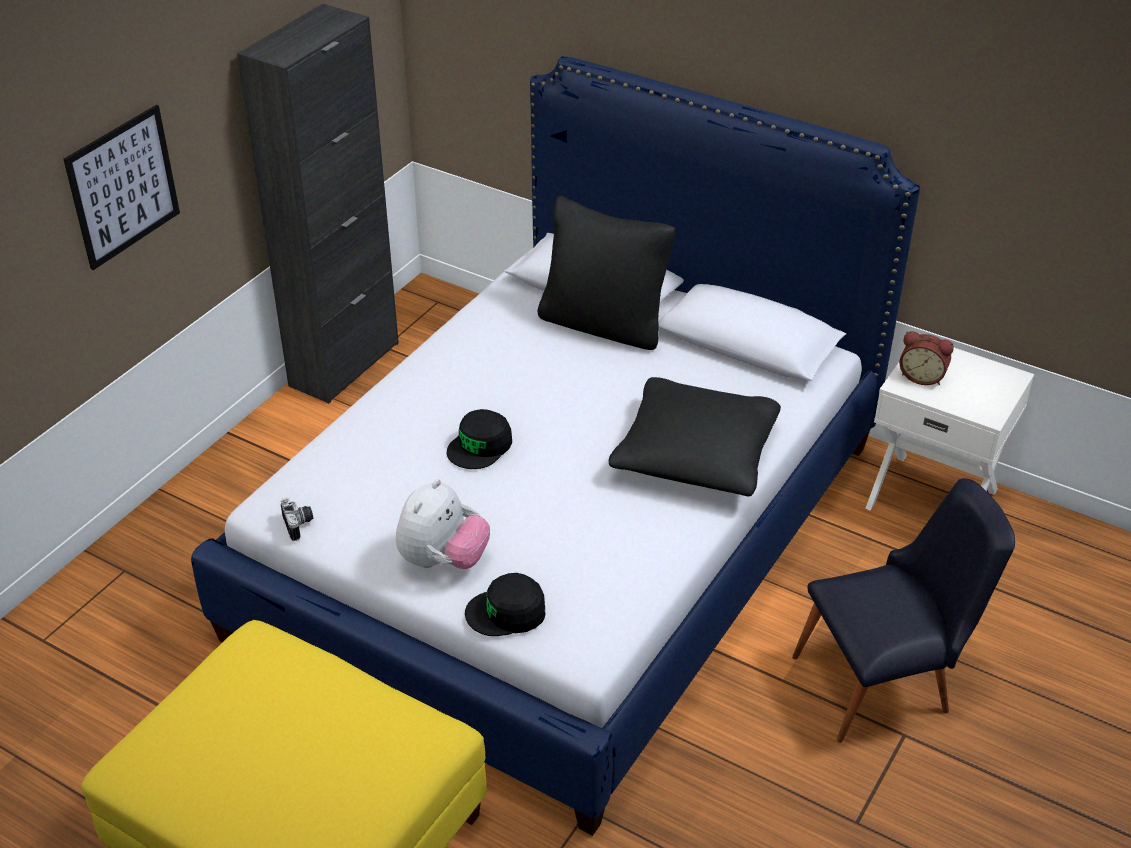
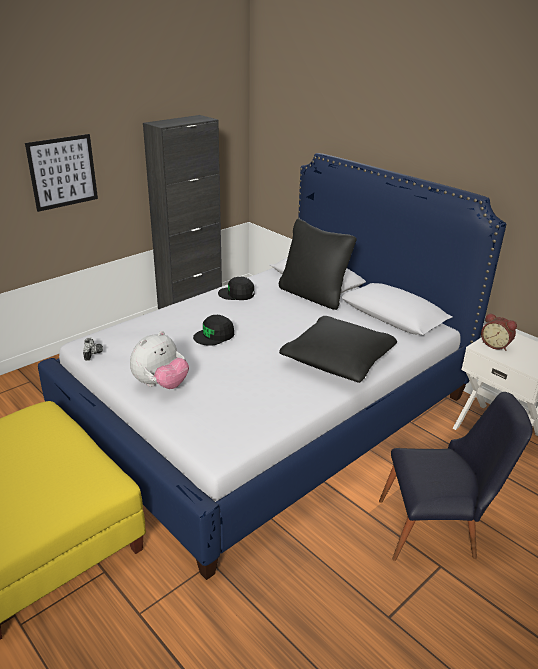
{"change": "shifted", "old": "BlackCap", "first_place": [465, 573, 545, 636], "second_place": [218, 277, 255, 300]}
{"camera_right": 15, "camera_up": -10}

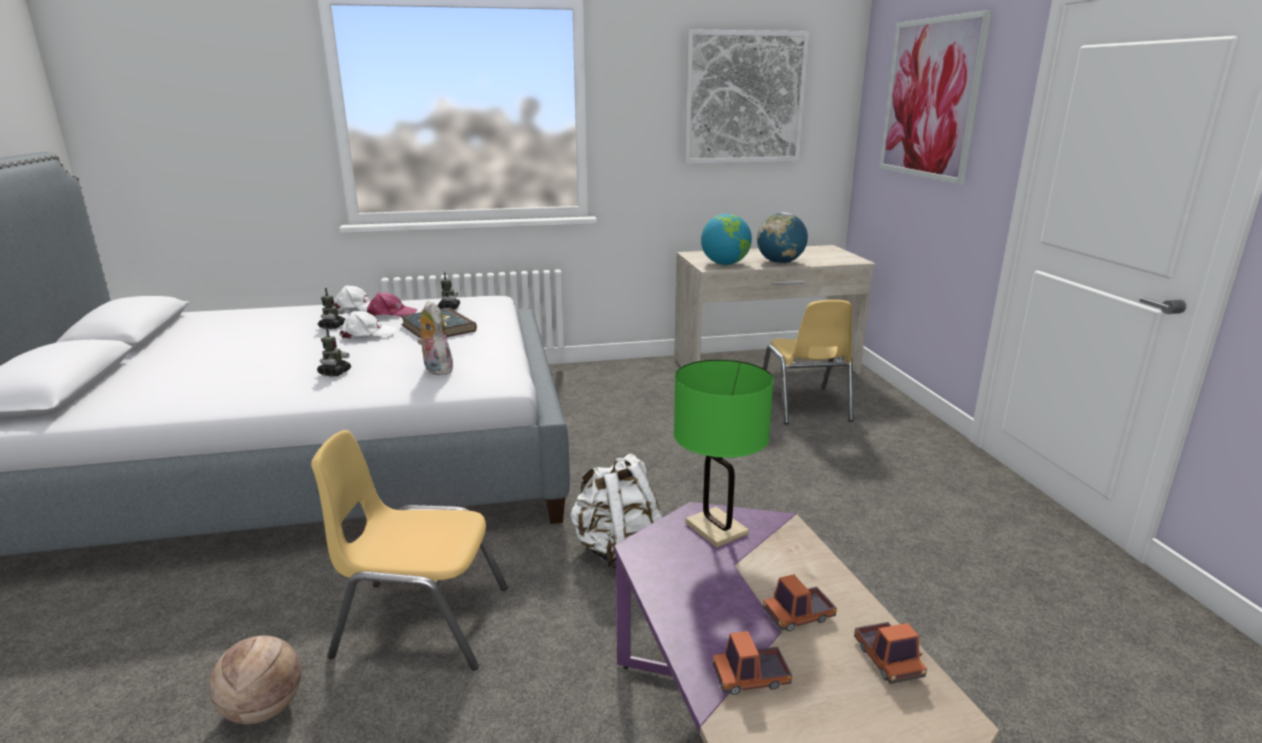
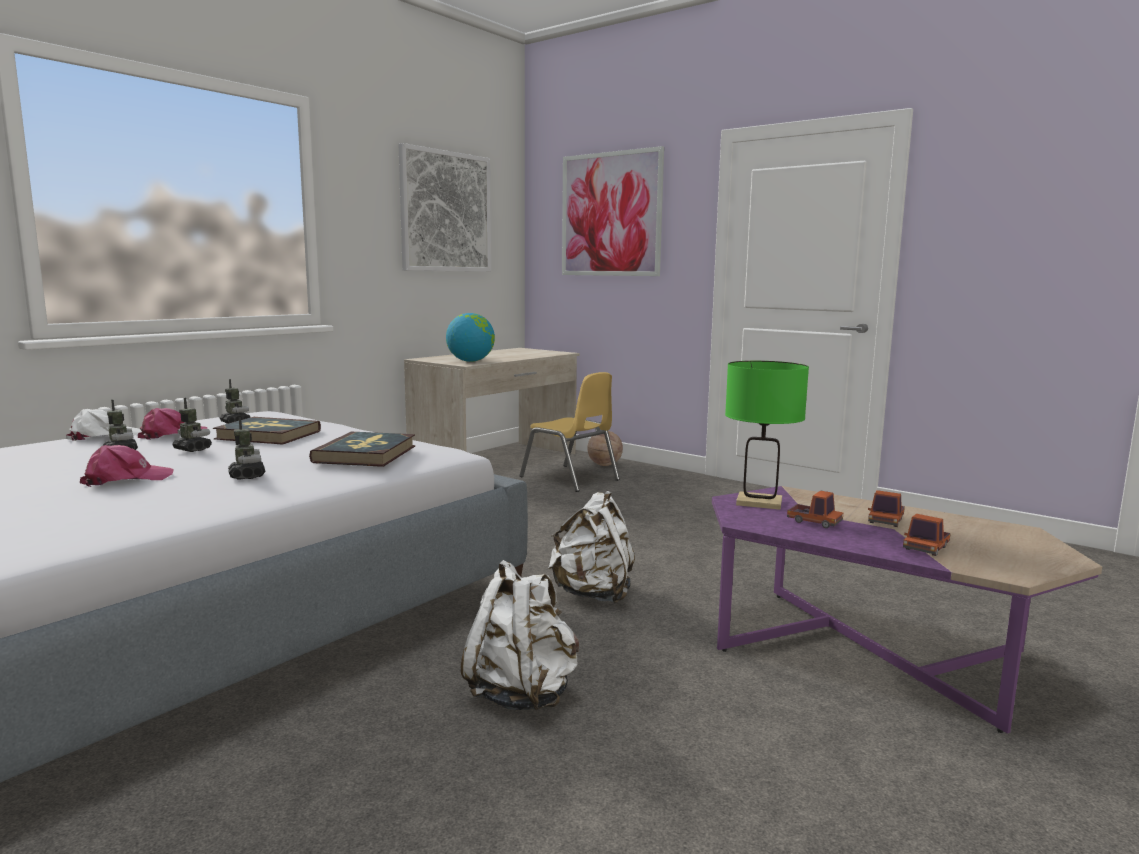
{"change": "new", "new": "PinkCap", "second_place": [80, 445, 174, 487]}
{"change": "swapped", "old": "WhiteCap", "new": "ToyRobot", "first_place": [339, 311, 396, 339], "second_place": [172, 398, 212, 452]}
{"change": "swapped", "old": "PlushToy", "new": "Book", "first_place": [417, 301, 453, 375], "second_place": [309, 432, 415, 467]}
{"change": "swapped", "old": "YellowChair", "new": "WhiteBackpack", "first_place": [311, 430, 508, 671], "second_place": [461, 560, 579, 711]}
{"change": "shifted", "old": "Basketball", "first_place": [209, 635, 301, 724], "second_place": [587, 431, 623, 466]}
{"change": "shifted", "old": "ToyTruck", "first_place": [854, 622, 927, 684], "second_place": [787, 491, 843, 528]}
{"change": "gone", "old": "Globe", "first_place": [757, 212, 808, 263]}
{"camera_right": -40, "camera_up": -10}

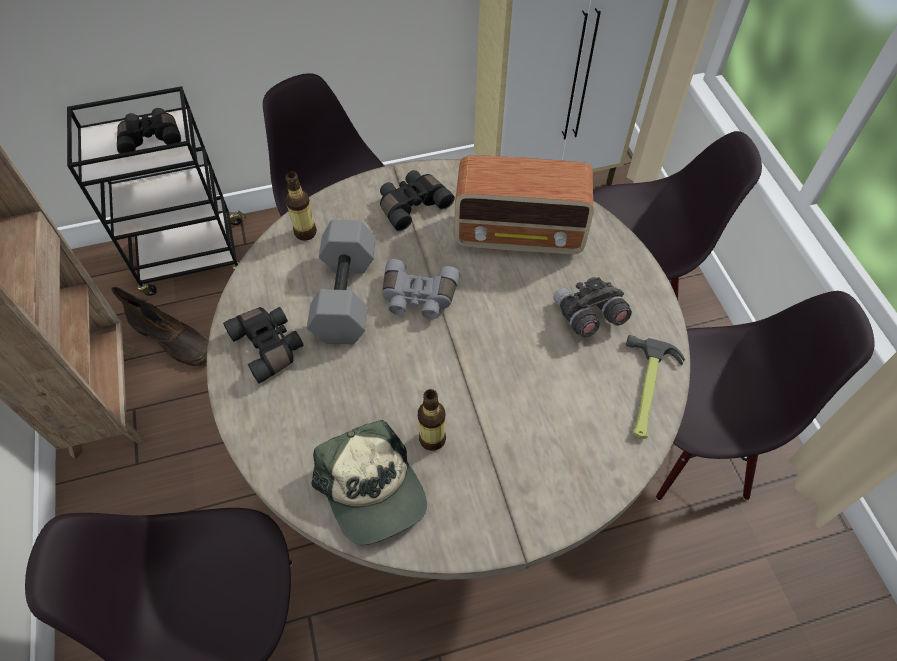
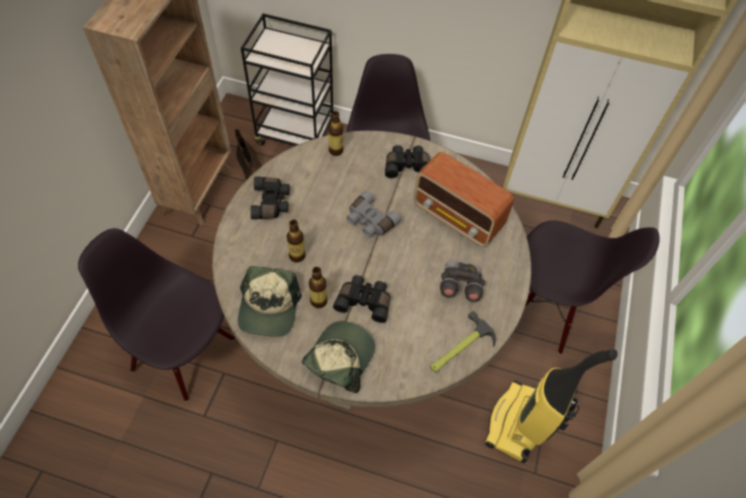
{"change": "new", "new": "Bottle", "second_place": [287, 220, 305, 263]}
{"change": "new", "new": "Cap", "second_place": [301, 321, 375, 393]}
{"change": "shifted", "old": "BlackBinoculars", "first_place": [117, 108, 181, 153], "second_place": [333, 275, 390, 323]}
{"change": "swapped", "old": "BlackChair", "new": "VacuumCleaner", "first_place": [656, 291, 875, 501], "second_place": [485, 349, 618, 463]}
{"change": "gone", "old": "GreyDumbbell", "first_place": [307, 220, 376, 344]}
{"camera_right": 30, "camera_up": 0}

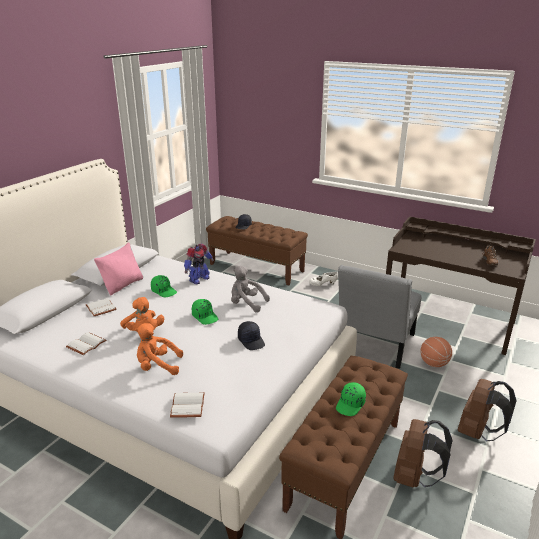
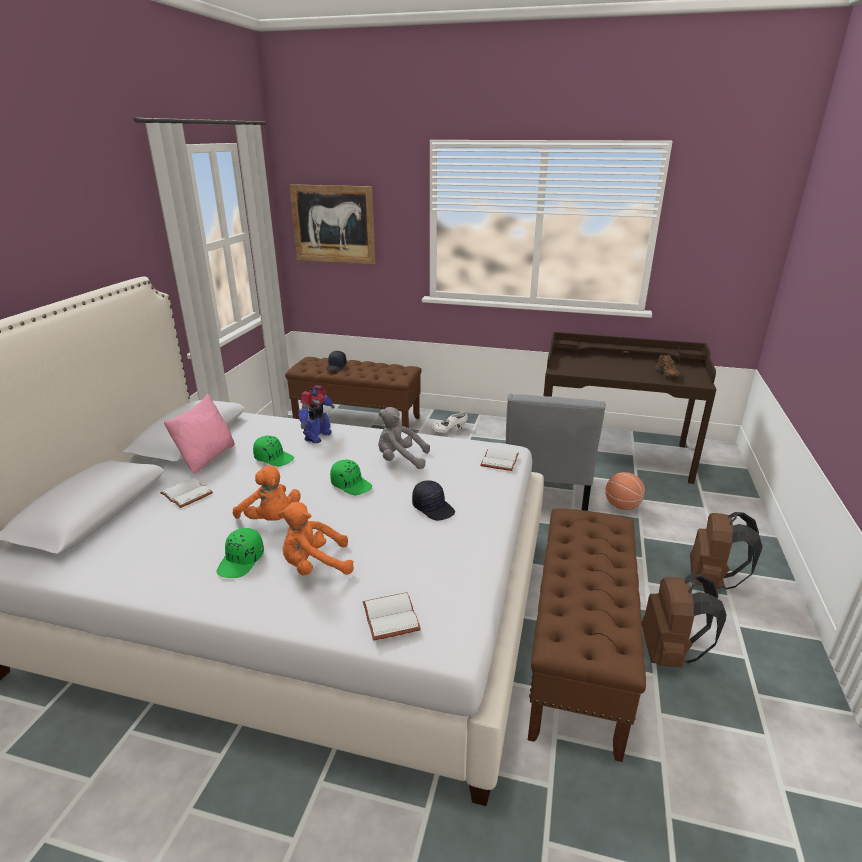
{"change": "shifted", "old": "GreenCap", "first_place": [336, 382, 366, 416], "second_place": [216, 528, 264, 578]}
{"change": "new", "new": "Picture", "second_place": [289, 184, 376, 264]}
{"change": "shifted", "old": "WhiteBook", "first_place": [66, 332, 107, 355], "second_place": [480, 448, 519, 471]}
{"camera_right": -15, "camera_up": 0}

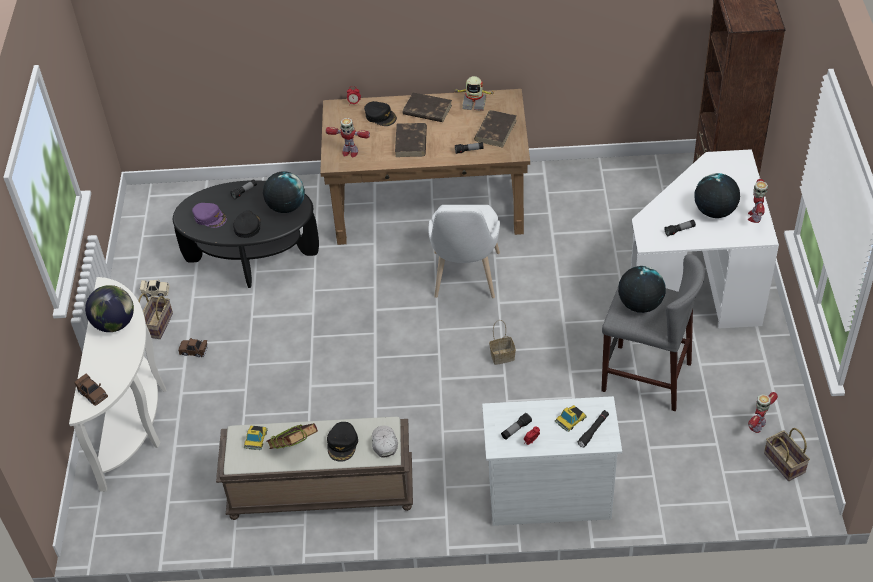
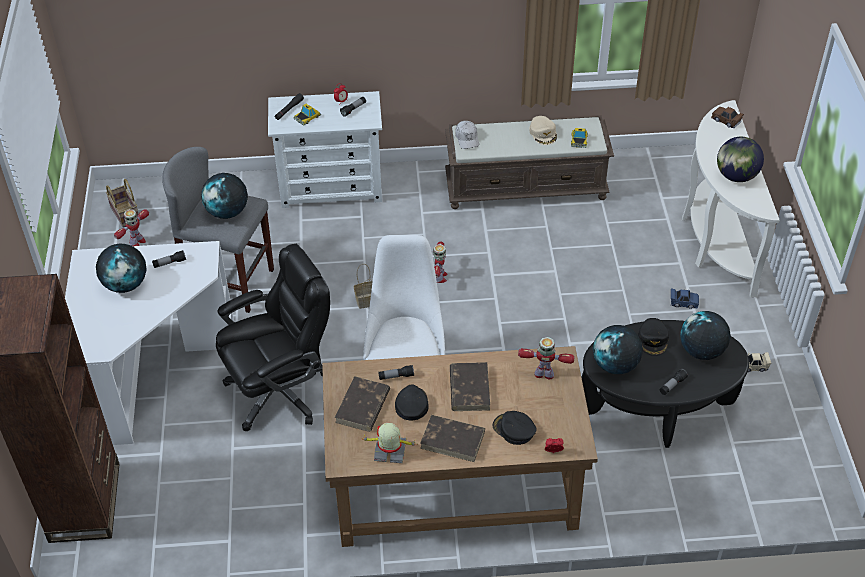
{"change": "new", "new": "BlackOfficeChair", "second_place": [216, 243, 330, 431]}
{"change": "shifted", "old": "BlackCap", "first_place": [327, 422, 358, 462], "second_place": [395, 385, 429, 421]}
{"change": "shifted", "old": "ToyRobot", "first_place": [748, 179, 768, 223], "second_place": [433, 242, 448, 283]}
{"change": "swapped", "old": "Book", "new": "BeigeCap", "first_place": [266, 423, 318, 449], "second_place": [529, 116, 557, 145]}
{"change": "repainted", "old": "BrownToyCar", "new": "BlueToyCar", "first_place": [178, 338, 208, 357], "second_place": [671, 289, 699, 309]}
{"change": "swapped", "old": "PurpleCap", "new": "Globe", "first_place": [192, 203, 227, 228], "second_place": [680, 311, 731, 360]}
{"change": "gone", "old": "Basket", "first_place": [138, 293, 173, 339]}
{"camera_right": 175, "camera_up": 0}

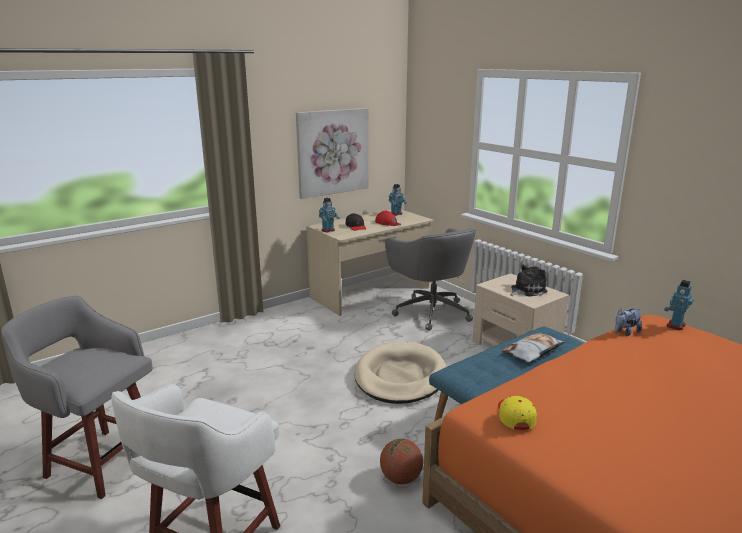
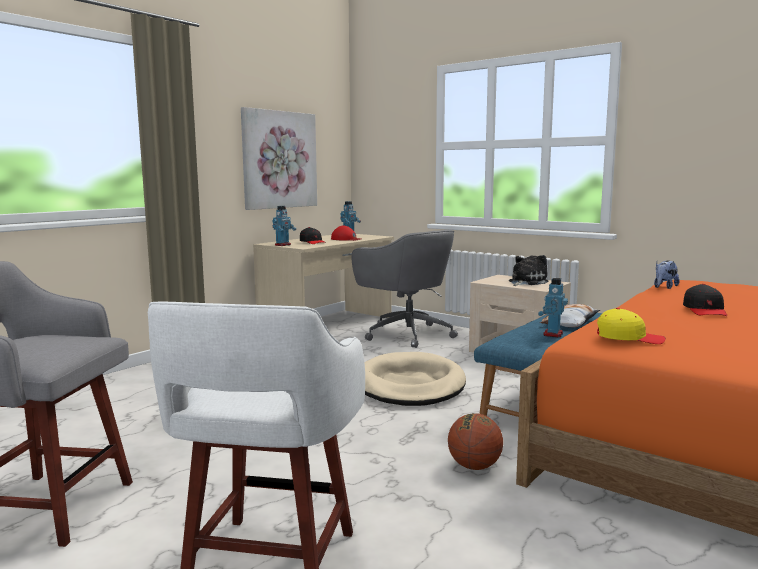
{"change": "shifted", "old": "ToyRobot", "first_place": [664, 280, 694, 330], "second_place": [538, 278, 568, 338]}
{"change": "rotated", "old": "YellowCap", "first_place": [498, 396, 537, 430], "second_place": [597, 308, 666, 344], "degrees": 120}
{"change": "new", "new": "BlackCap", "second_place": [683, 284, 727, 316]}
{"camera_right": -15, "camera_up": -10}

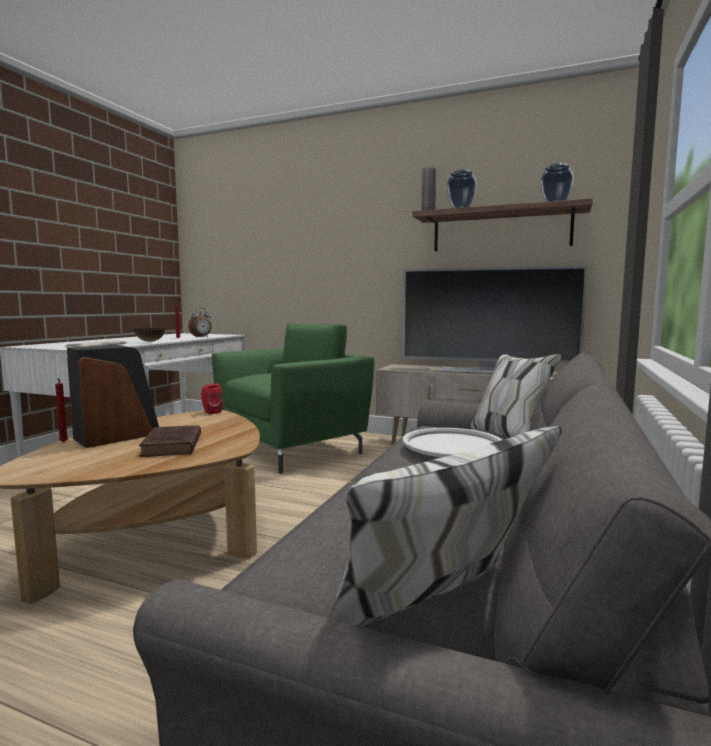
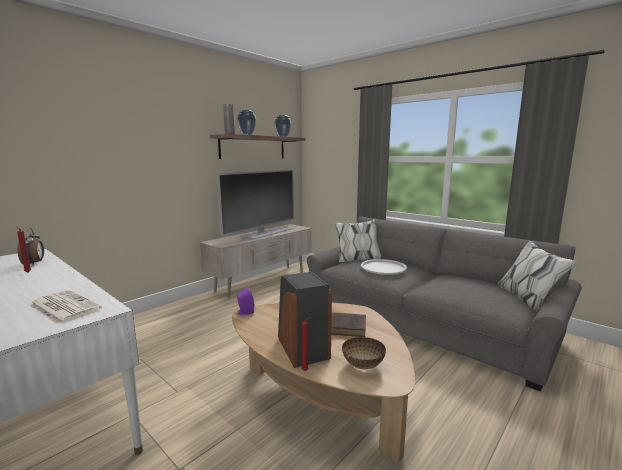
{"change": "repainted", "old": "RedSpeaker", "new": "PurpleSpeaker", "first_place": [201, 384, 223, 415], "second_place": [237, 288, 254, 315]}
{"change": "shifted", "old": "Bowl", "first_place": [133, 327, 166, 342], "second_place": [342, 337, 386, 369]}
{"change": "gone", "old": "GreenArmchair", "first_place": [212, 323, 374, 474]}
{"camera_right": -70, "camera_up": 5}

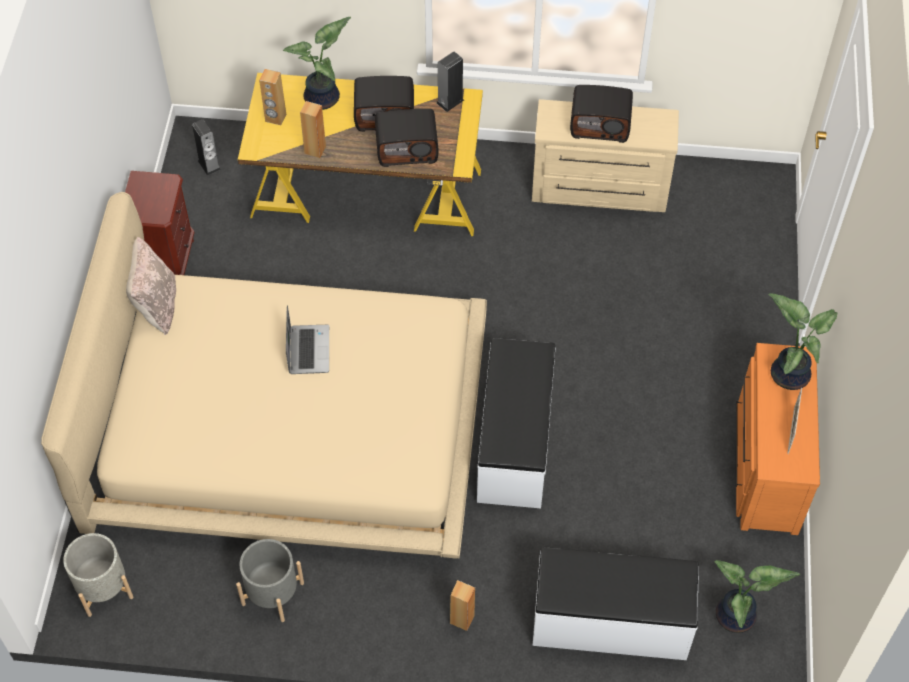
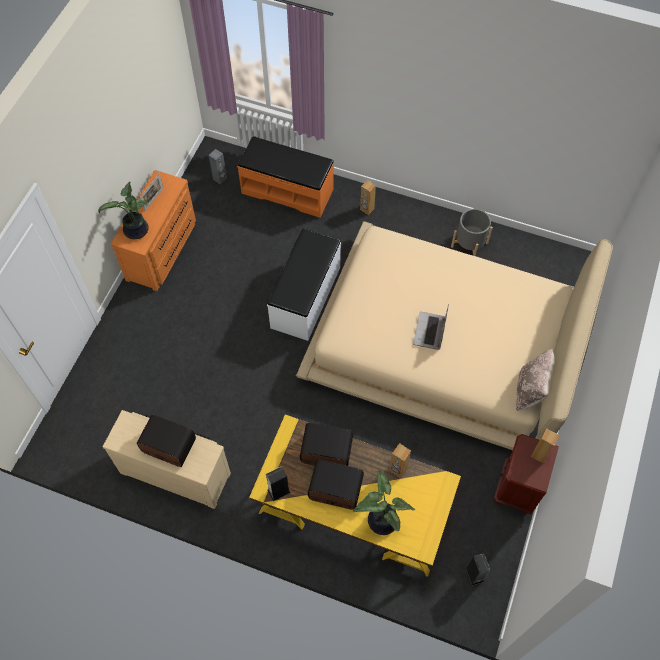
{"change": "swapped", "old": "PottedPlant", "new": "GreySpeaker", "first_place": [715, 560, 800, 633], "second_place": [209, 149, 227, 184]}
{"change": "repainted", "old": "WhiteBench", "new": "OrangeBench", "first_place": [533, 547, 699, 660], "second_place": [237, 136, 334, 218]}
{"change": "shifted", "old": "BrownSpeaker", "first_place": [259, 69, 286, 125], "second_place": [531, 428, 559, 463]}
{"change": "gone", "old": "GreyPlanter", "first_place": [63, 533, 133, 617]}
{"camera_right": -165, "camera_up": 5}

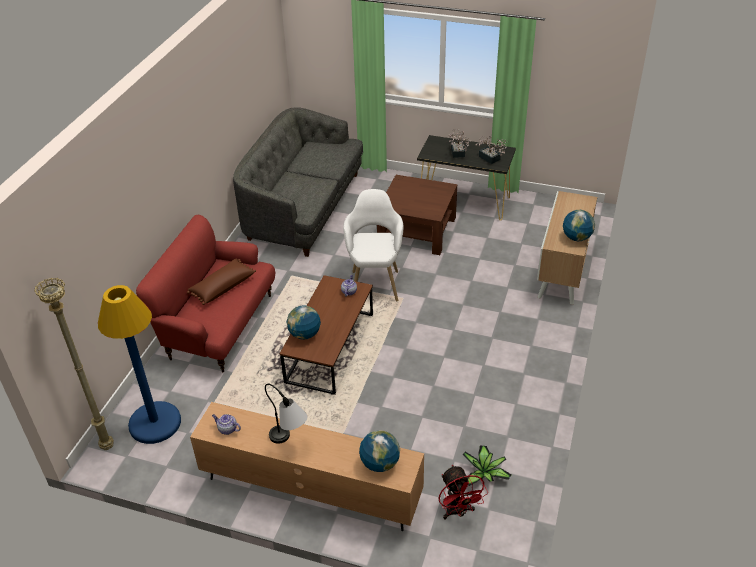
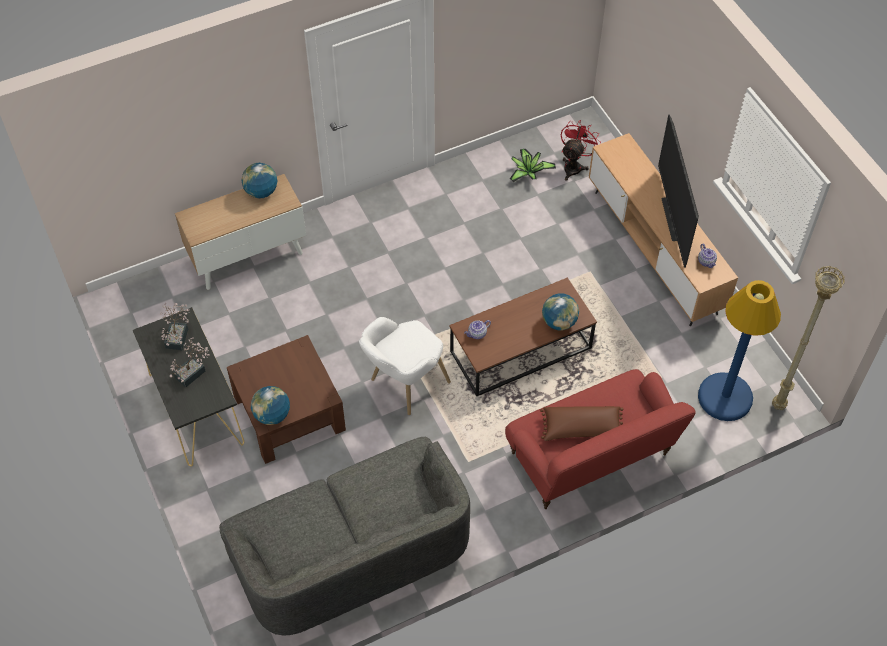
{"change": "shifted", "old": "Globe", "first_place": [359, 431, 400, 472], "second_place": [251, 386, 290, 425]}
{"change": "swapped", "old": "TableLamp", "new": "Television", "first_place": [265, 384, 307, 444], "second_place": [658, 115, 699, 268]}
{"camera_right": -135, "camera_up": 15}

